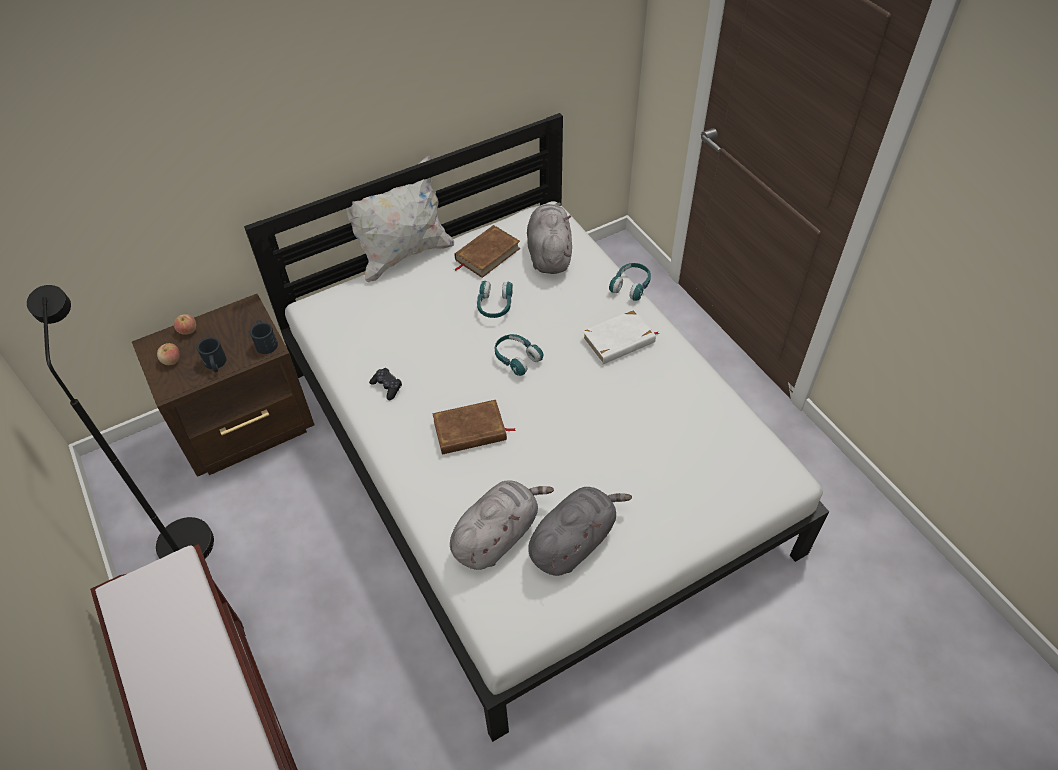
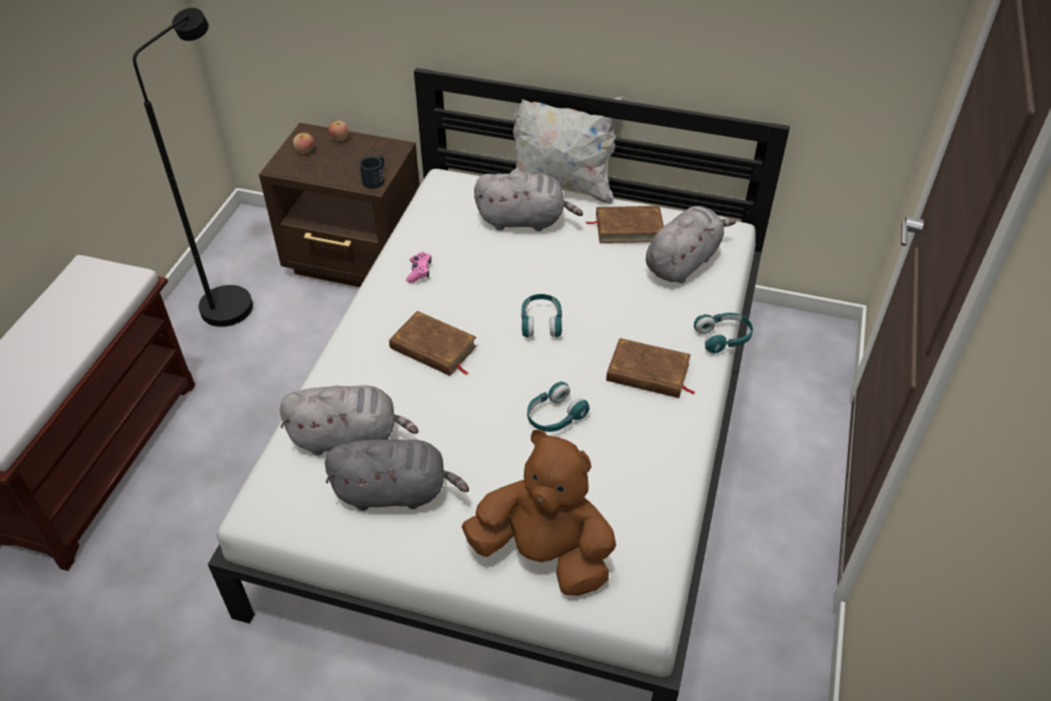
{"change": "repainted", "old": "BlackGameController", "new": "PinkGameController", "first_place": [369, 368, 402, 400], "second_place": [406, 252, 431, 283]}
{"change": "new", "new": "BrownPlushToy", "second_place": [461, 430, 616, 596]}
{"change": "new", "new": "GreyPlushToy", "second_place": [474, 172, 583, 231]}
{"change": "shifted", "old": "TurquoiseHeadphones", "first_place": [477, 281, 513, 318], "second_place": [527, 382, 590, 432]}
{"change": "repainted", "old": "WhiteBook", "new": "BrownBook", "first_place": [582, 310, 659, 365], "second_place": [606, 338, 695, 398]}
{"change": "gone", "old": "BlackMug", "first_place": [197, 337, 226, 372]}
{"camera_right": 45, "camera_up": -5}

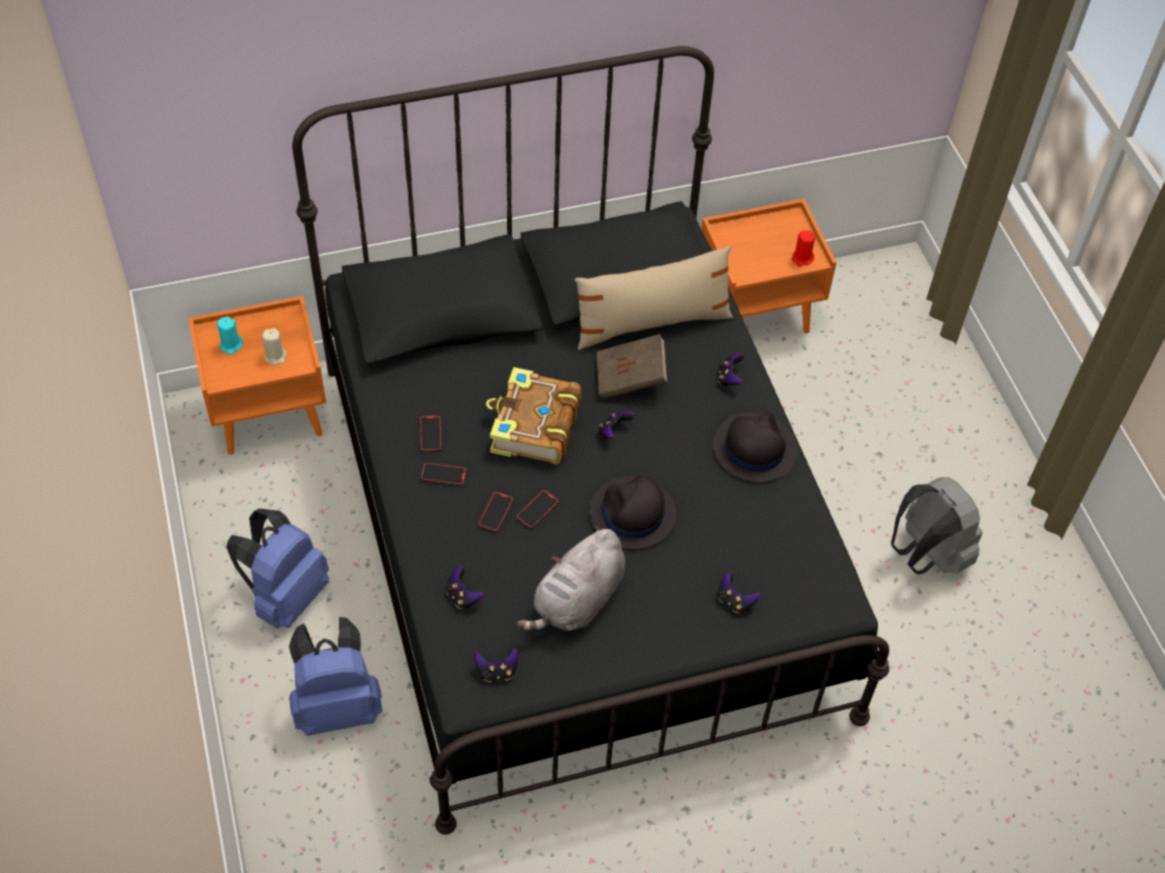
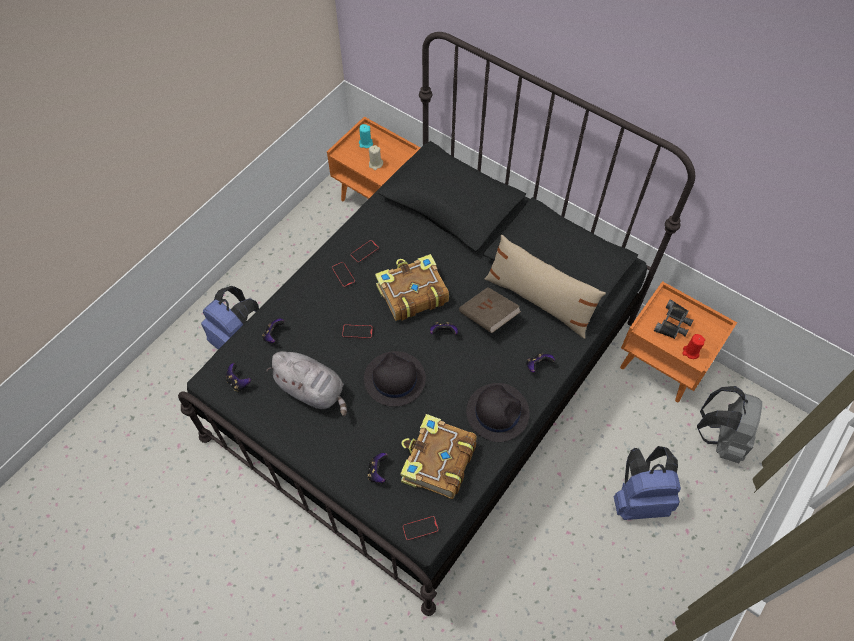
{"change": "rotated", "old": "GreyPlushToy", "first_place": [517, 527, 625, 631], "second_place": [266, 351, 347, 416], "degrees": -150}
{"change": "new", "new": "Book", "second_place": [400, 414, 477, 499]}
{"change": "shifted", "old": "Phone", "first_place": [479, 492, 513, 532], "second_place": [403, 516, 439, 541]}
{"change": "shifted", "old": "BlueBackpack", "first_place": [227, 508, 329, 629], "second_place": [613, 446, 681, 520]}
{"change": "new", "new": "BlackBinoculars", "second_place": [654, 300, 693, 339]}
{"change": "shifted", "old": "GreyBackpack", "first_place": [891, 477, 983, 574], "second_place": [697, 386, 762, 463]}
{"camera_right": 55, "camera_up": 5}

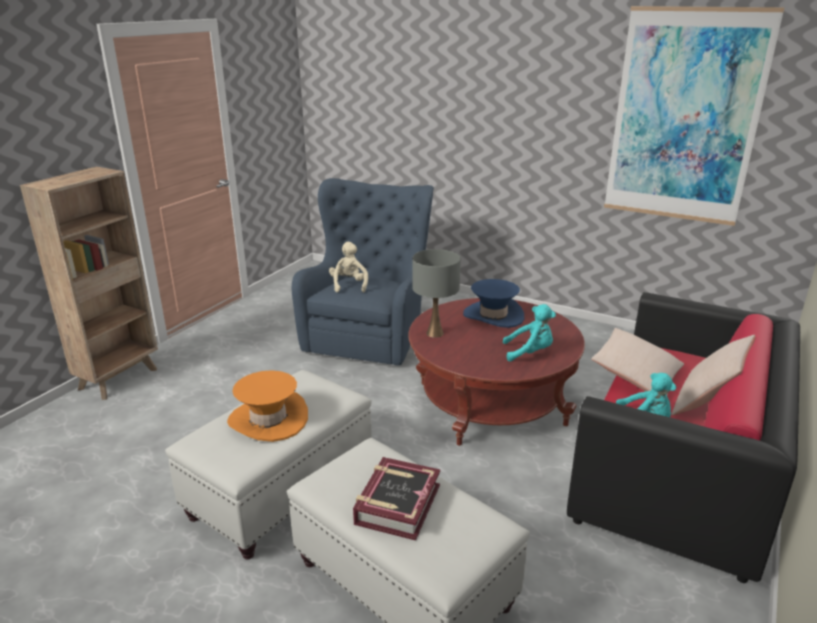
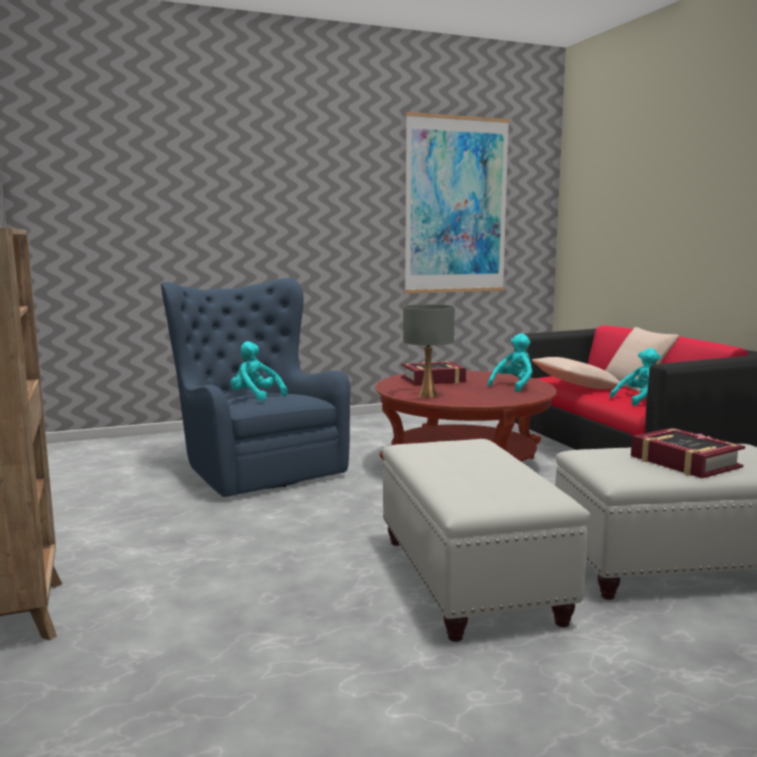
{"change": "repainted", "old": "BeigePlushToy", "new": "TurquoisePlushToy", "first_place": [329, 242, 368, 292], "second_place": [230, 341, 288, 401]}
{"change": "swapped", "old": "BlueHat", "new": "Book", "first_place": [463, 279, 524, 328], "second_place": [401, 361, 466, 385]}
{"change": "gone", "old": "OrangeHat", "first_place": [227, 370, 308, 442]}
{"camera_right": -50, "camera_up": -15}

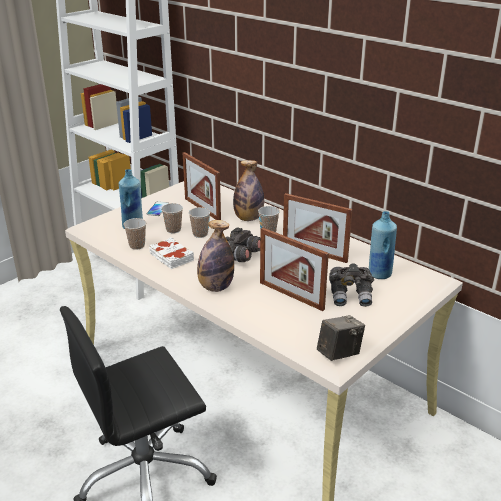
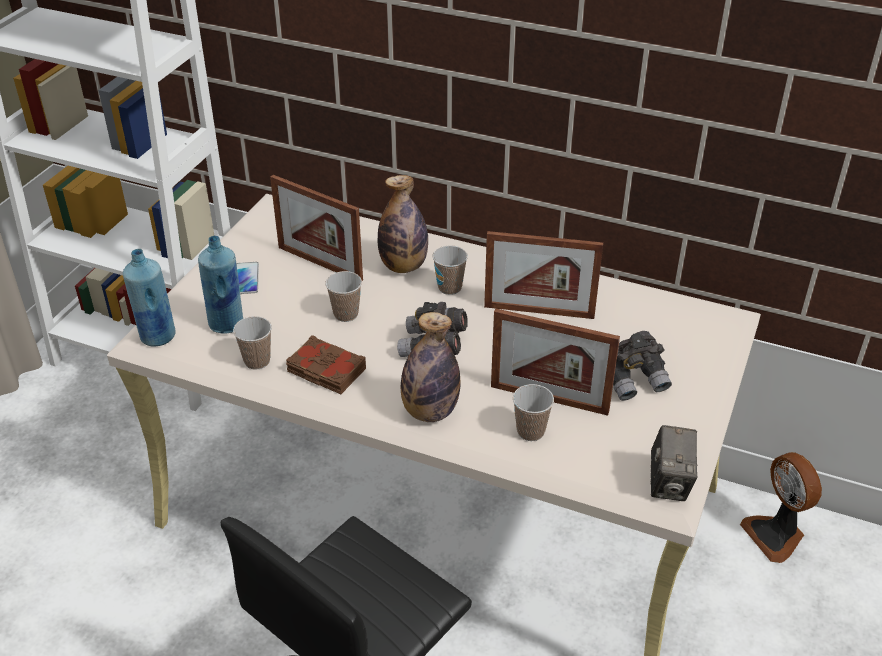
{"change": "shifted", "old": "BlueBottle", "first_place": [369, 211, 397, 279], "second_place": [123, 249, 175, 346]}
{"change": "repainted", "old": "WhiteBook", "new": "BrownBook", "first_place": [149, 237, 194, 269], "second_place": [286, 335, 366, 394]}
{"change": "shifted", "old": "Cup", "first_place": [161, 203, 183, 233], "second_place": [513, 384, 554, 441]}
{"change": "rotated", "old": "PhotoCamera", "first_place": [317, 315, 365, 361], "second_place": [651, 425, 697, 501], "degrees": 150}
{"change": "new", "new": "Fan", "second_place": [740, 452, 822, 563]}
{"camera_right": -20, "camera_up": 10}

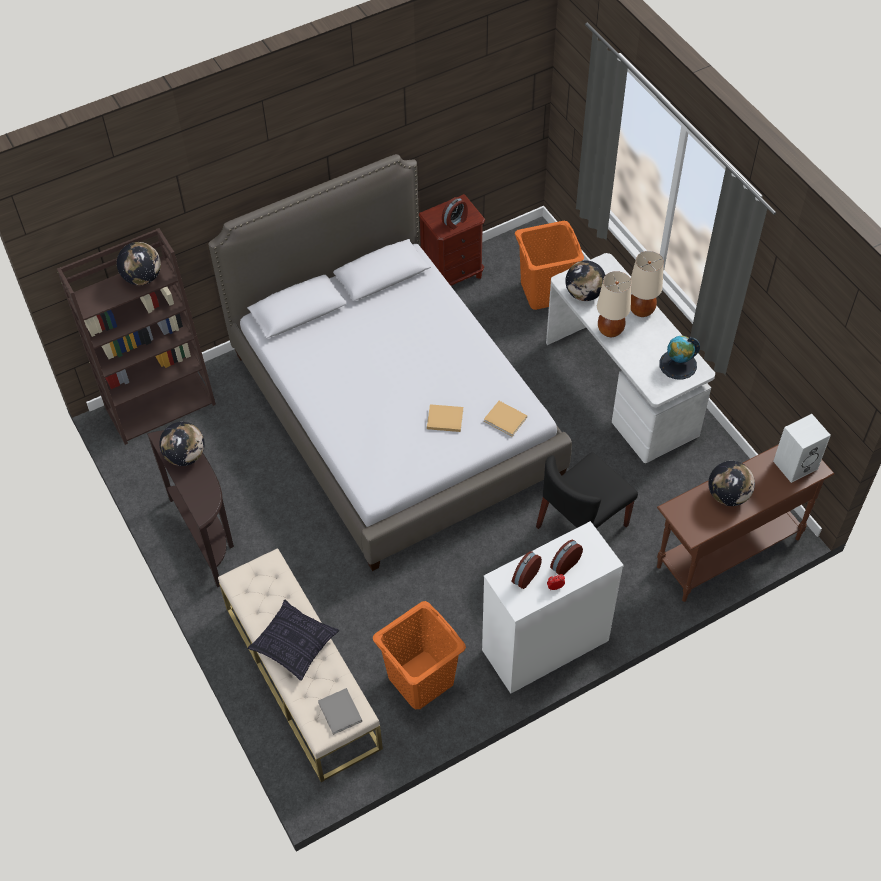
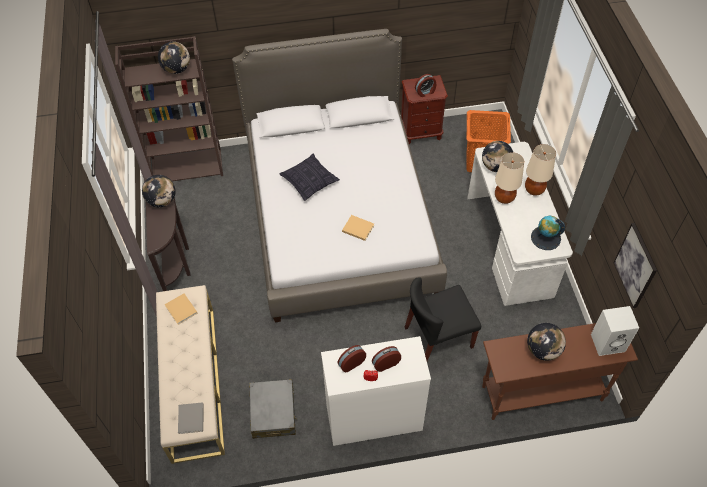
{"change": "shifted", "old": "BeigeBook", "first_place": [484, 401, 527, 436], "second_place": [165, 293, 198, 325]}
{"change": "swapped", "old": "OrangeLaundryBasket", "new": "GreySuitcase", "first_place": [373, 601, 466, 709], "second_place": [249, 379, 297, 439]}
{"change": "shifted", "old": "Pillow", "first_place": [248, 600, 339, 681], "second_place": [279, 154, 340, 201]}
{"change": "new", "new": "Picture", "second_place": [613, 223, 657, 308]}
{"camera_right": 20, "camera_up": 0}

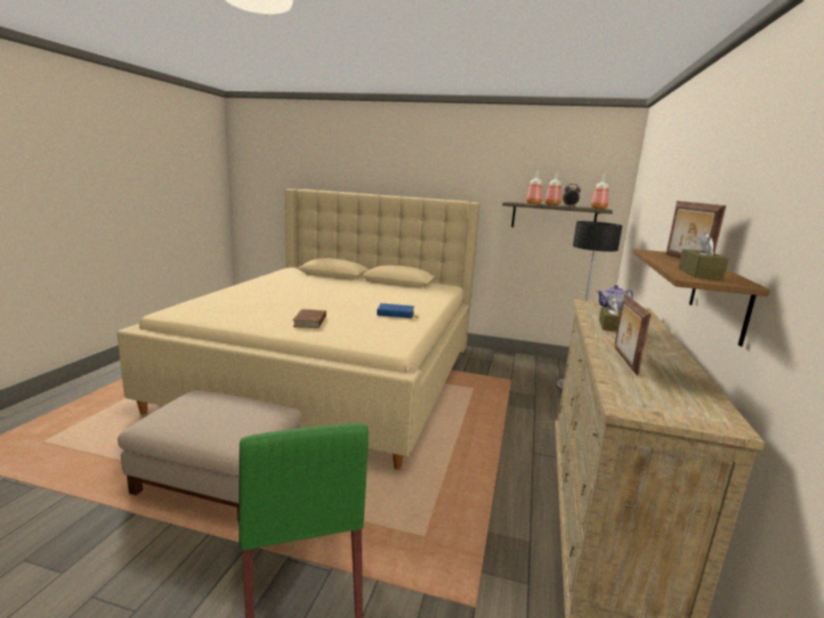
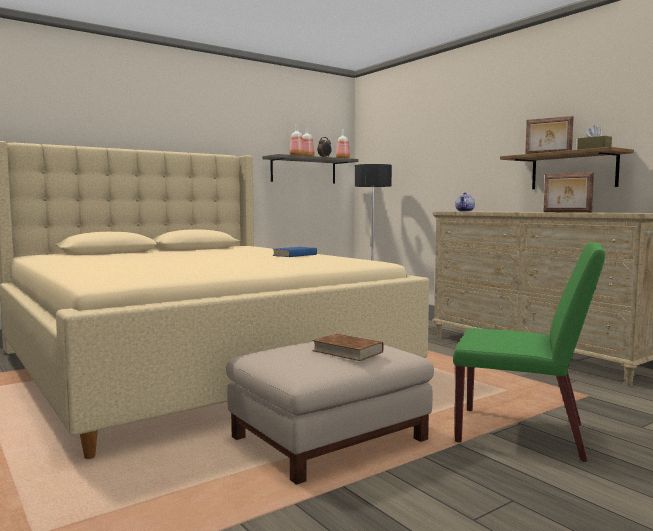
{"change": "shifted", "old": "BrownBook", "first_place": [293, 309, 326, 328], "second_place": [312, 333, 384, 361]}
{"change": "gone", "old": "BrownTissueBox", "first_place": [599, 297, 621, 332]}
{"camera_right": -50, "camera_up": -10}

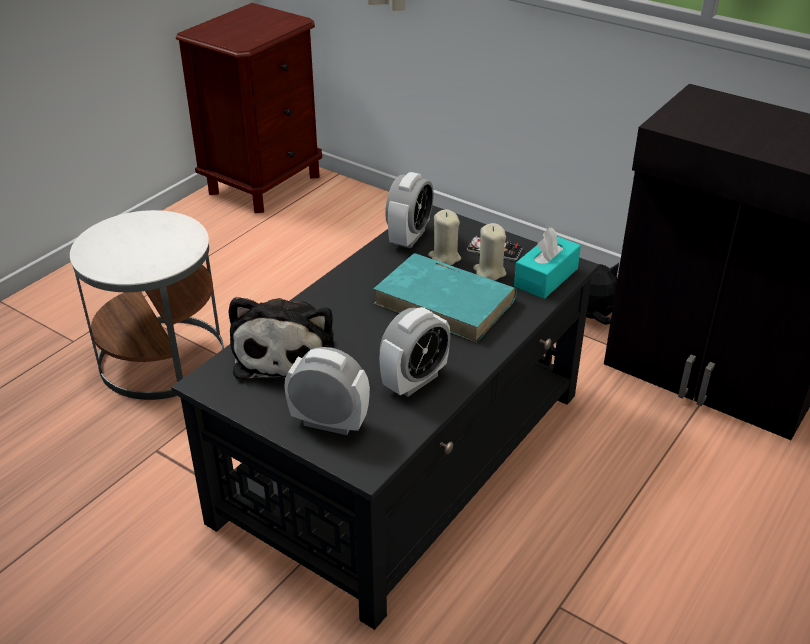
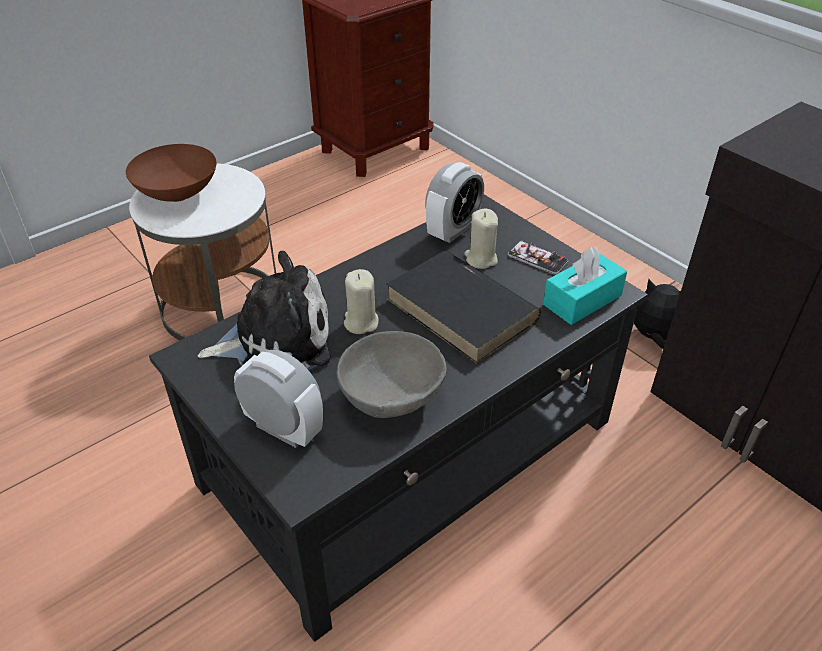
{"change": "new", "new": "BrownBowl", "second_place": [126, 144, 216, 202]}
{"change": "rotated", "old": "PlushToy", "first_place": [229, 296, 334, 379], "second_place": [197, 251, 331, 370], "degrees": -120}
{"change": "swapped", "old": "AlarmClock", "new": "GreyBowl", "first_place": [379, 307, 451, 397], "second_place": [337, 331, 447, 418]}
{"change": "shifted", "old": "BeigeCandle", "first_place": [473, 223, 507, 280], "second_place": [344, 269, 379, 334]}
{"change": "repainted", "old": "TurquoiseBook", "new": "BlackBook", "first_place": [374, 253, 517, 343], "second_place": [387, 251, 541, 364]}
{"camera_right": 15, "camera_up": 5}

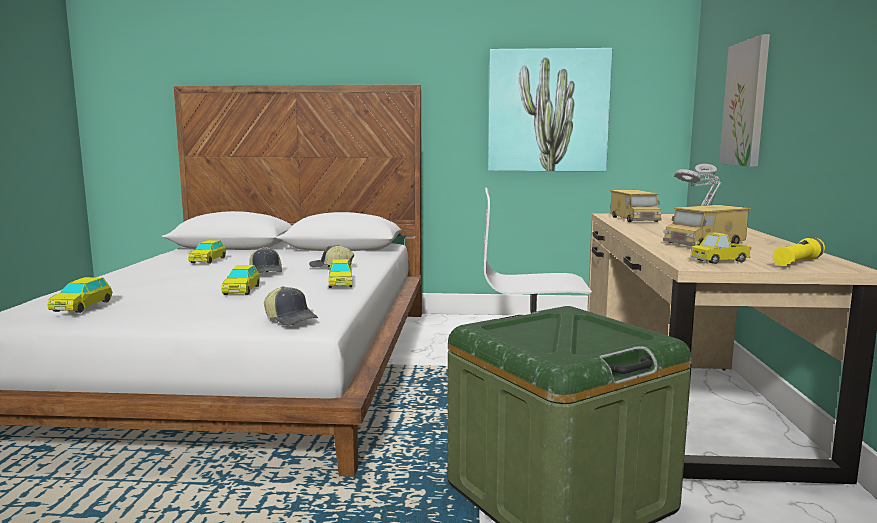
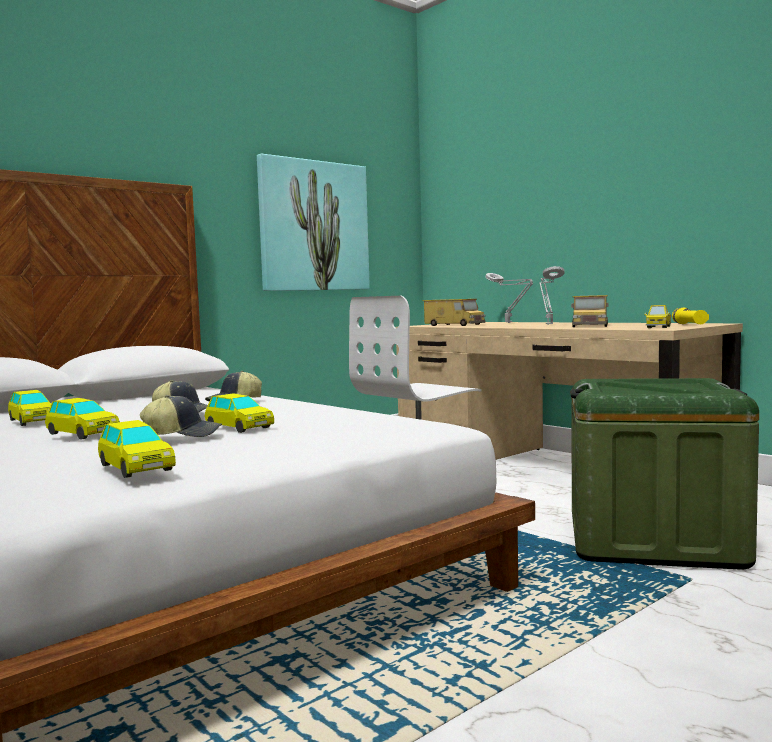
{"change": "shifted", "old": "ToyCar", "first_place": [329, 259, 352, 288], "second_place": [45, 398, 120, 440]}
{"change": "shifted", "old": "Cap", "first_place": [264, 286, 318, 326], "second_place": [140, 395, 222, 437]}
{"change": "gone", "old": "Picture", "first_place": [719, 34, 770, 167]}
{"camera_right": -45, "camera_up": -5}

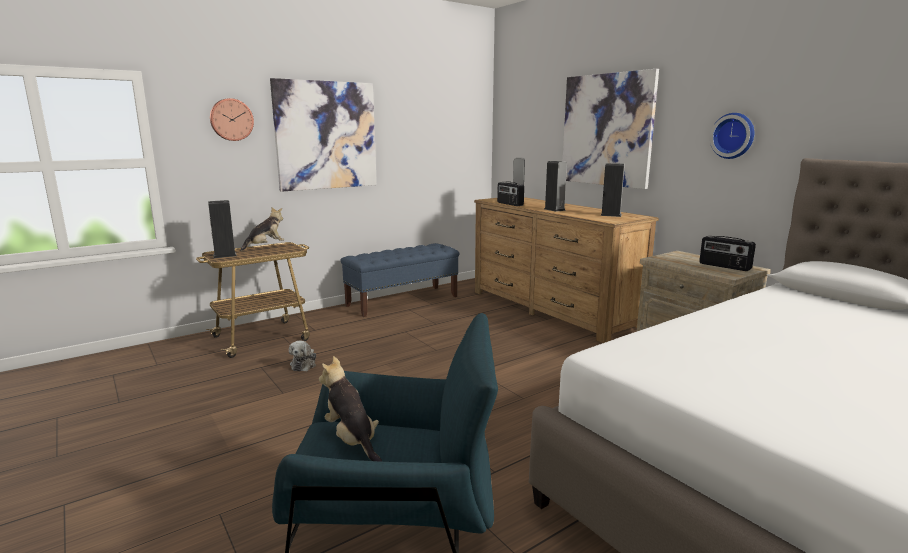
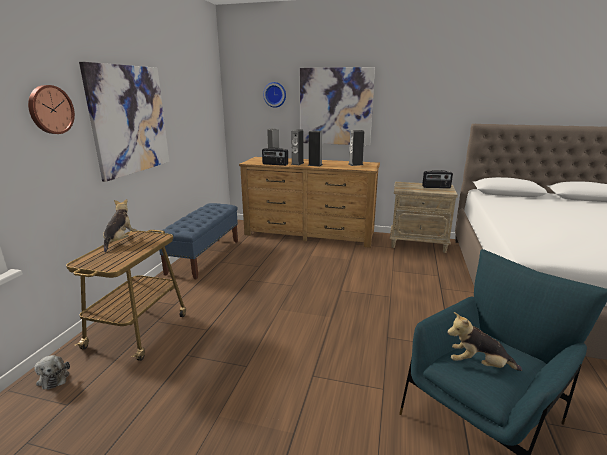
{"change": "shifted", "old": "PlushToy", "first_place": [289, 341, 316, 371], "second_place": [34, 355, 70, 390]}
{"change": "shifted", "old": "WallClock", "first_place": [710, 113, 754, 159], "second_place": [263, 82, 286, 108]}
{"change": "shifted", "old": "Speaker", "first_place": [208, 200, 237, 258], "second_place": [291, 129, 304, 165]}
{"camera_right": -40, "camera_up": 5}

